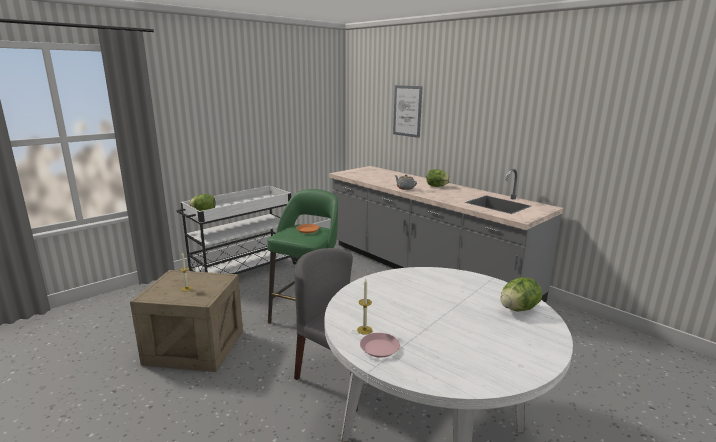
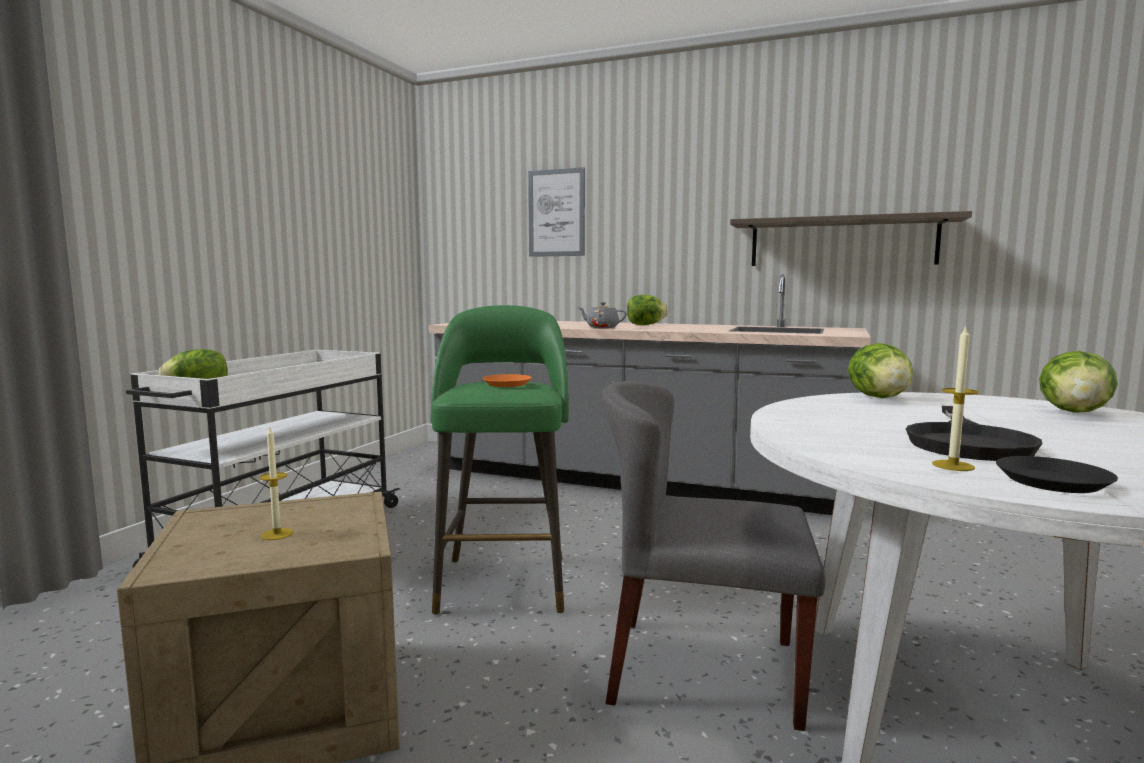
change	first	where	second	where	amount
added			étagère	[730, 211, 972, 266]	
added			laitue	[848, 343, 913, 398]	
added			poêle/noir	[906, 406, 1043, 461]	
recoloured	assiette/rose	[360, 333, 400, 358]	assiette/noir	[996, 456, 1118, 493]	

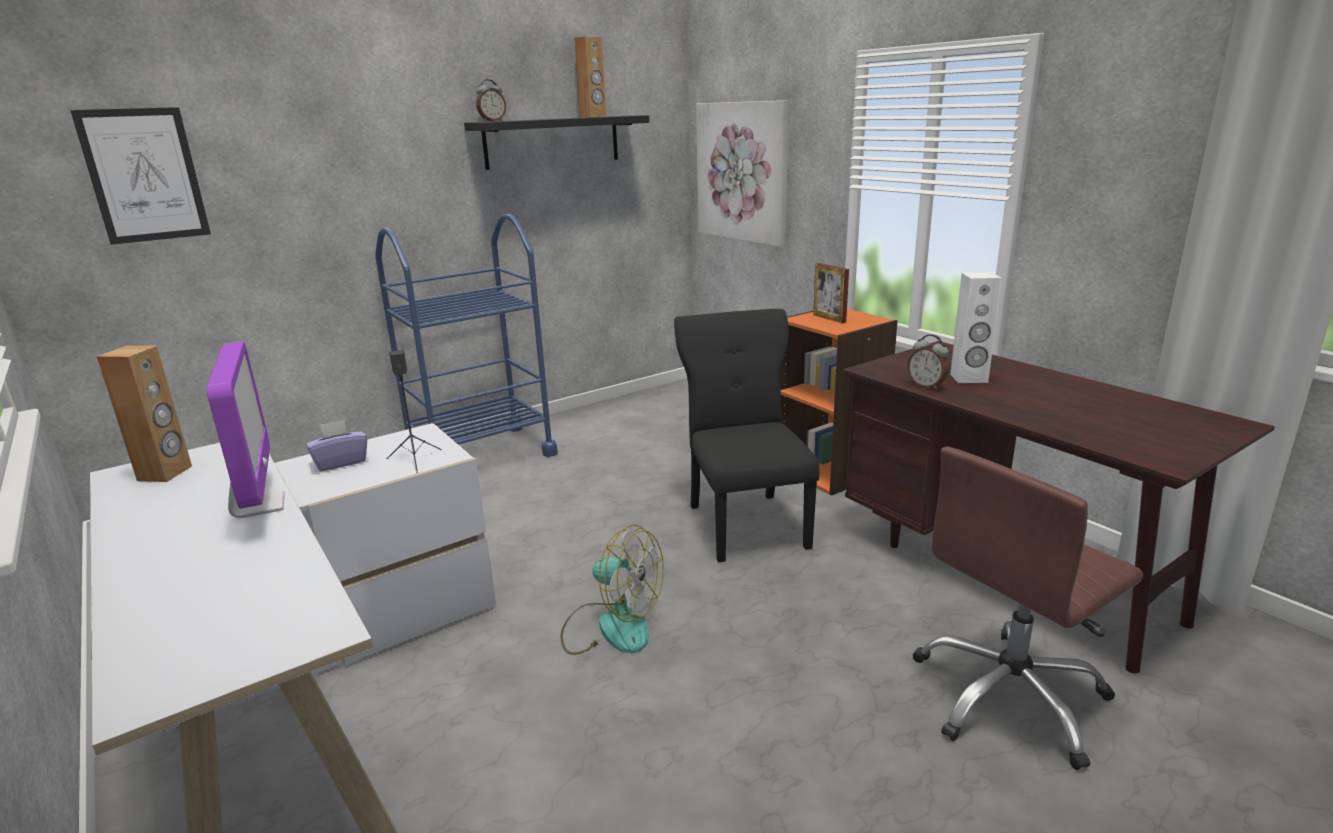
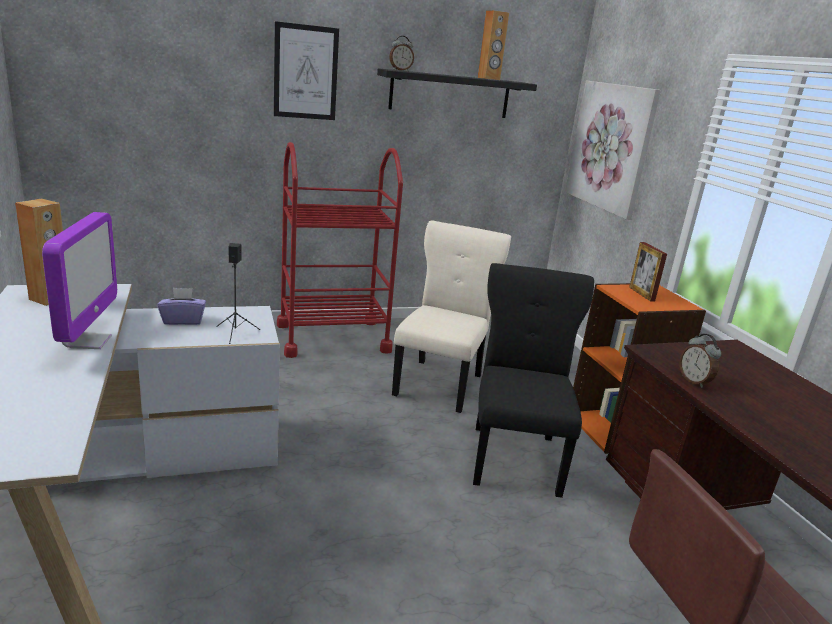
change	first	where	second	where	amount
removed	ventilateur	[561, 525, 664, 655]			
removed	enceinte/blanc	[950, 272, 1002, 383]			
added			chaise/beige	[392, 221, 511, 413]	
moved	tableau	[70, 107, 211, 245]		[274, 21, 339, 120]	
recoloured	chariot/bleu	[375, 214, 558, 457]	chariot/rouge	[277, 142, 403, 358]	

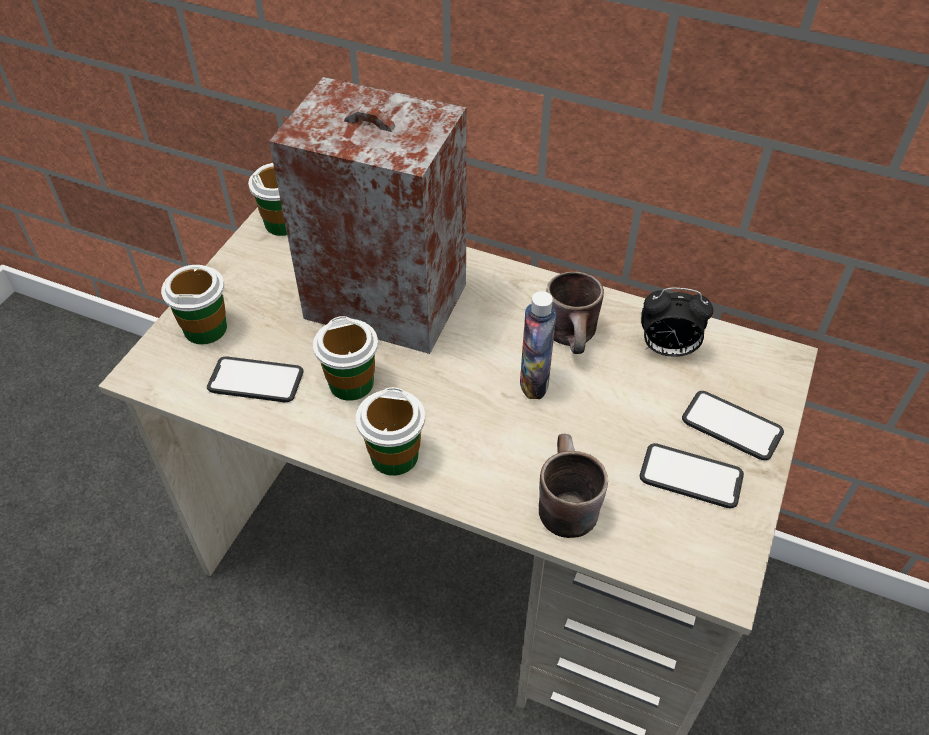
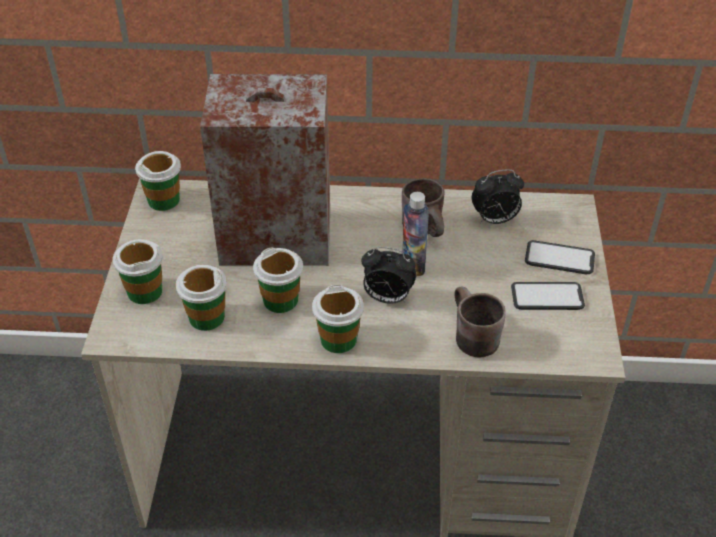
change	first	where	second	where	amount
added			réveil	[361, 247, 416, 304]	
replaced	téléphone	[207, 356, 304, 402]	tasse	[176, 265, 227, 331]	

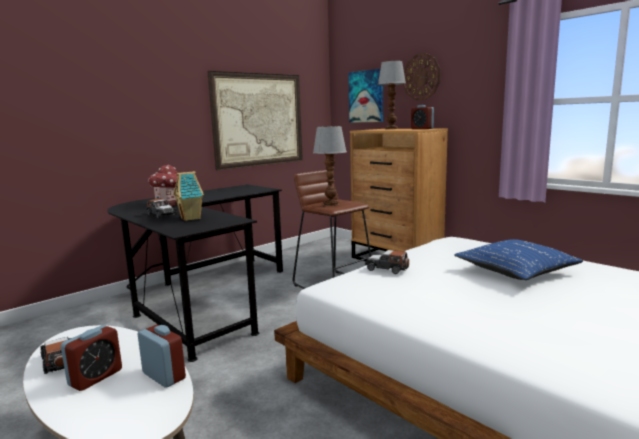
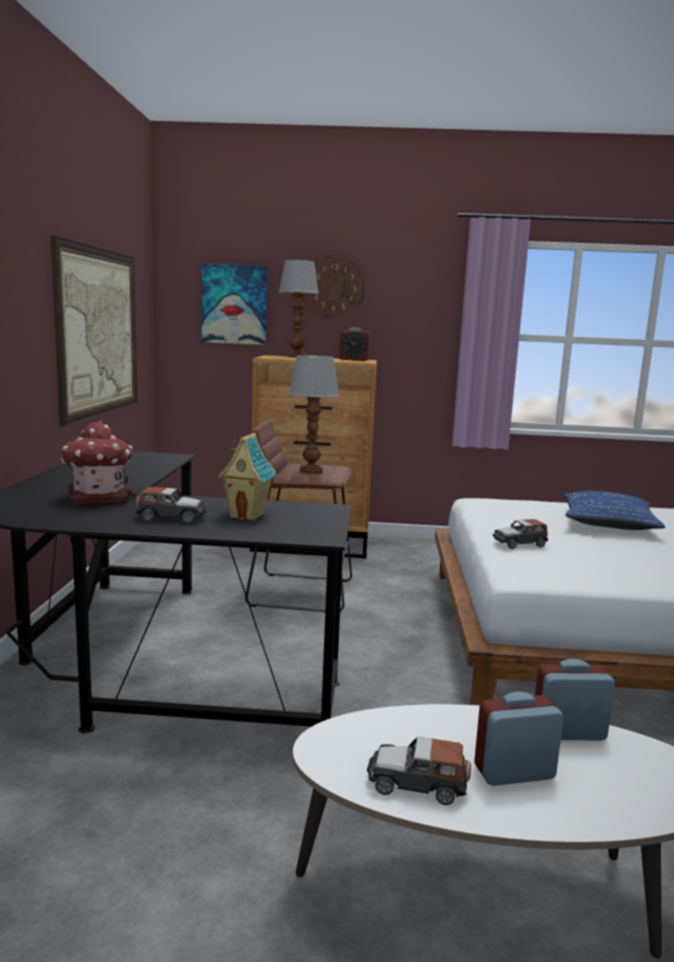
change	first	where	second	where	amount
turned	réveil	[61, 325, 122, 391]		[474, 691, 564, 786]	90 degrees counterclockwise

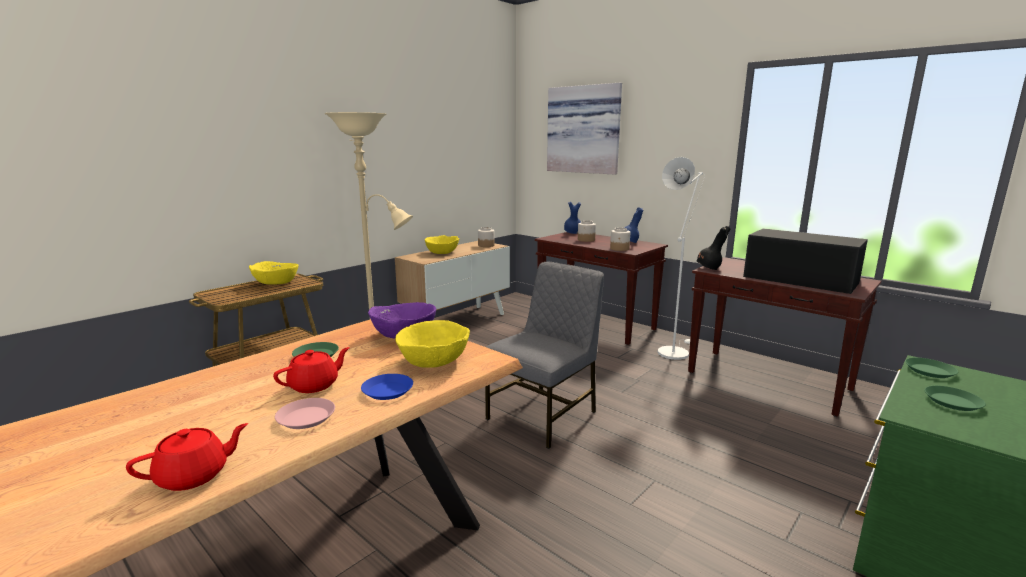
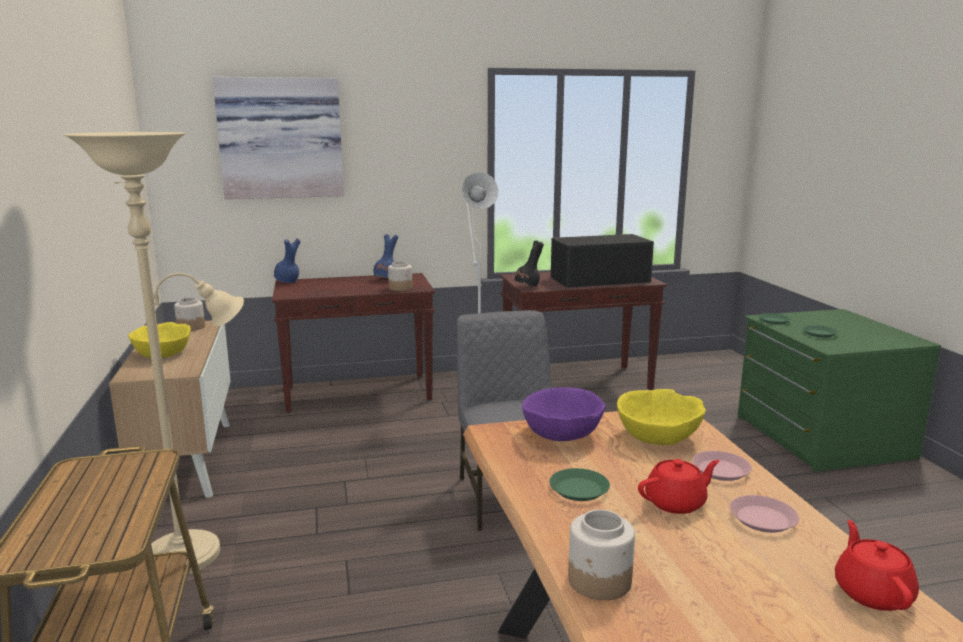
change	first	where	second	where	amount
removed	bol/jaune	[249, 261, 299, 285]			
moved	bocal	[578, 220, 596, 242]		[568, 509, 635, 600]	
recoloured	assiette/bleu	[361, 374, 413, 400]	assiette/rose	[692, 451, 752, 481]	
turned	théière/rouge	[273, 347, 350, 393]		[638, 459, 720, 514]	75 degrees clockwise

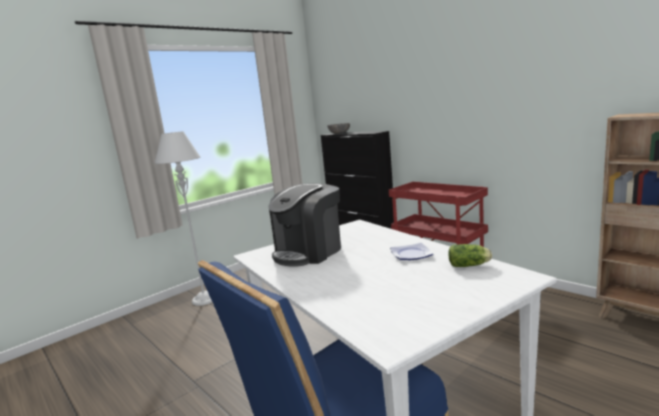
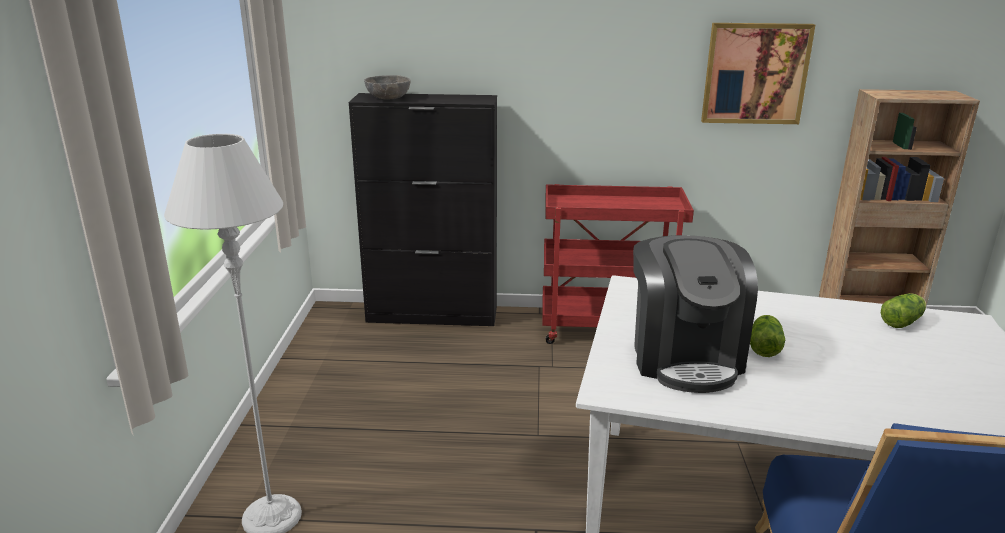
change	first	where	second	where	amount
removed	assiette	[390, 243, 434, 260]			
added			tableau	[701, 23, 815, 124]	
added			laitue	[750, 315, 785, 357]	

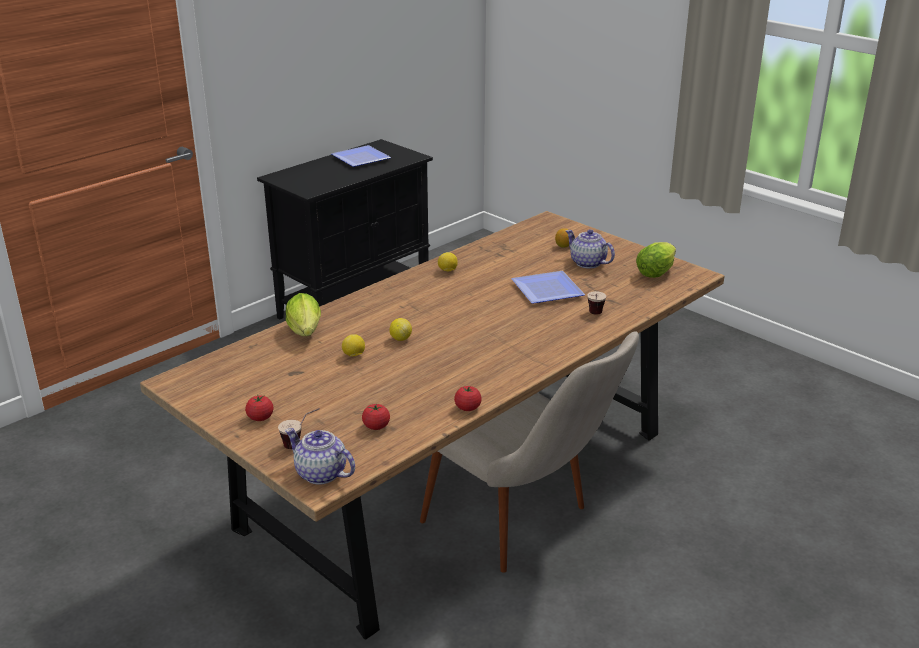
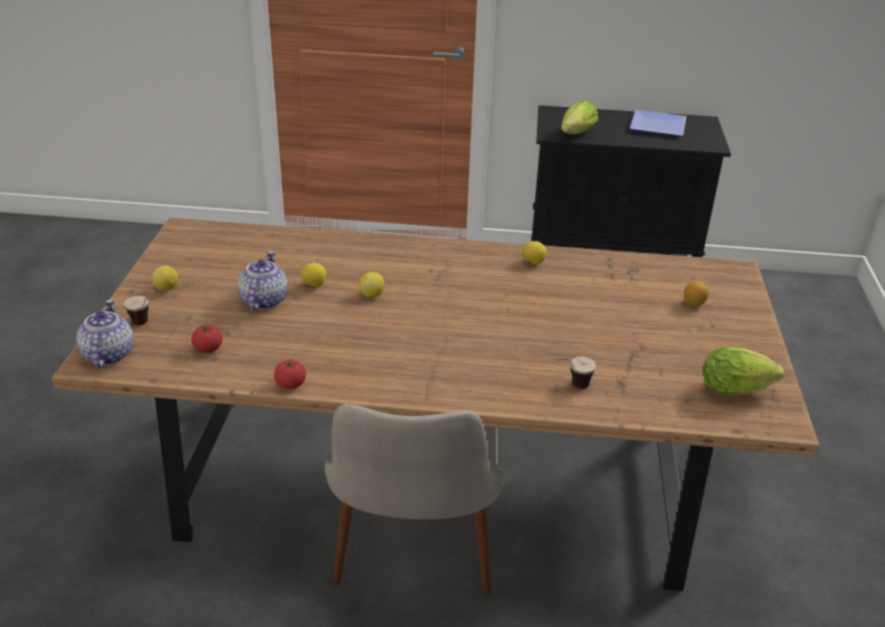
change	first	where	second	where	amount
removed	assiette	[511, 271, 585, 304]			
moved	laitue	[286, 293, 321, 336]		[561, 100, 598, 134]	
moved	théière	[566, 229, 615, 269]		[238, 251, 288, 310]	
replaced	tomate	[245, 395, 274, 421]	citron	[152, 265, 178, 291]	

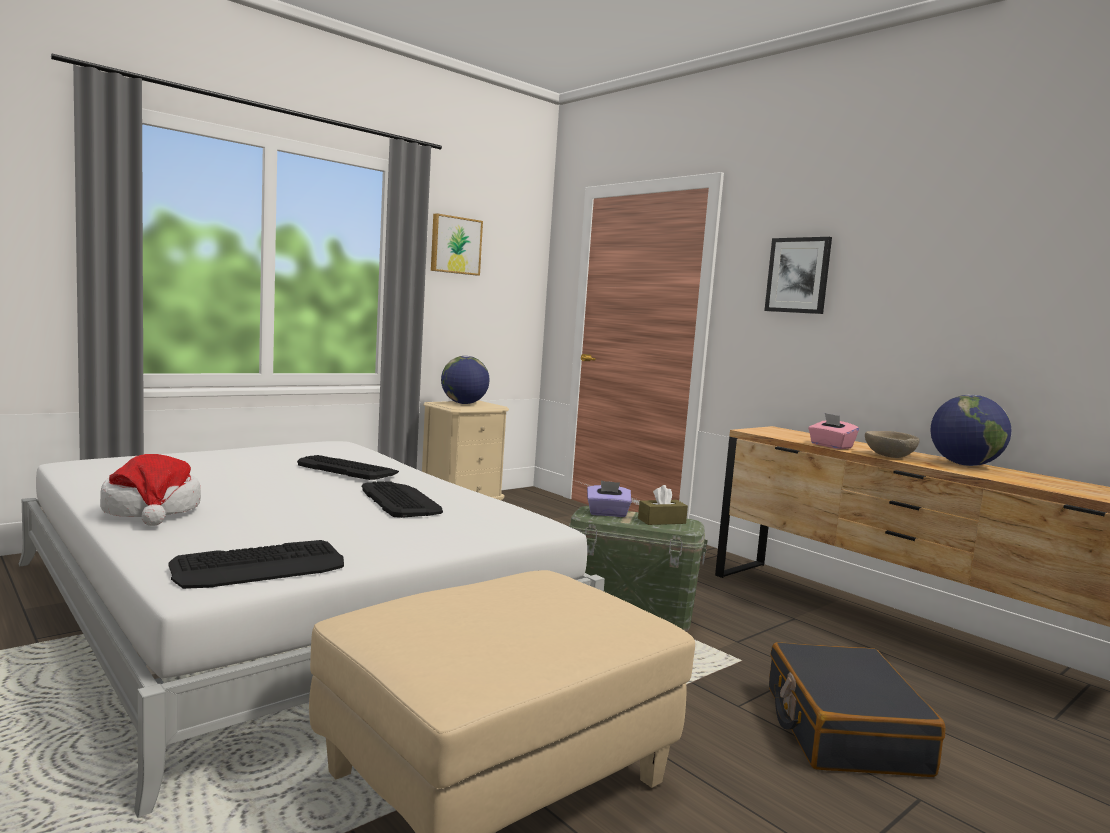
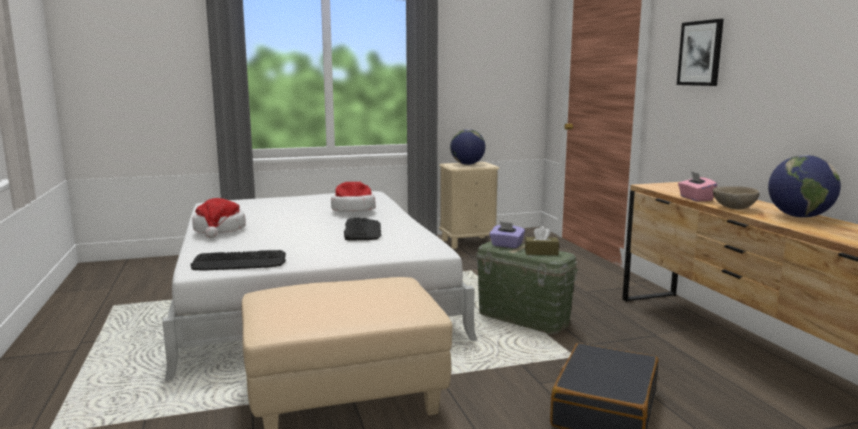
change	first	where	second	where	amount
removed	tableau	[431, 213, 483, 276]			
replaced	clavier	[297, 455, 399, 480]	chapeau	[331, 181, 376, 212]	

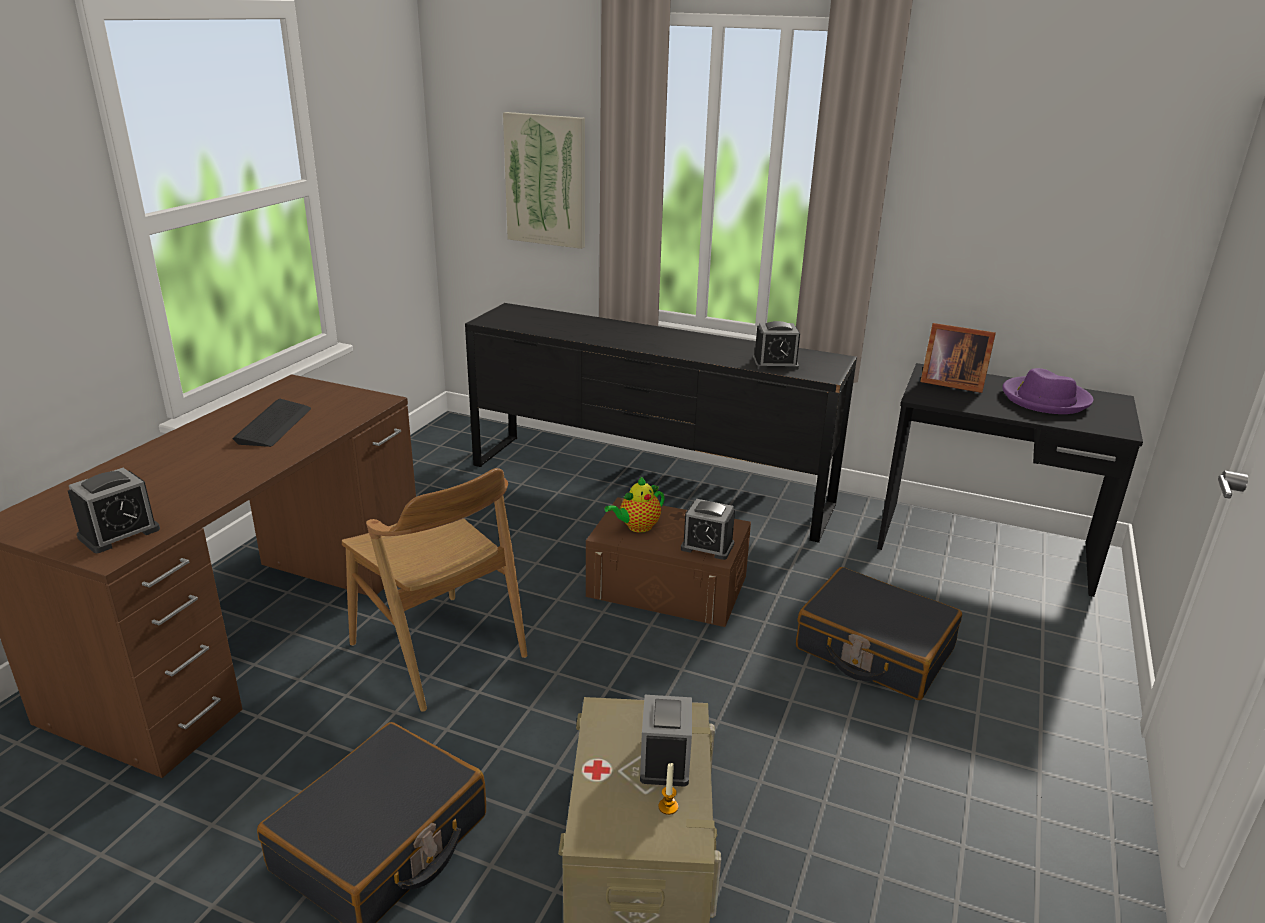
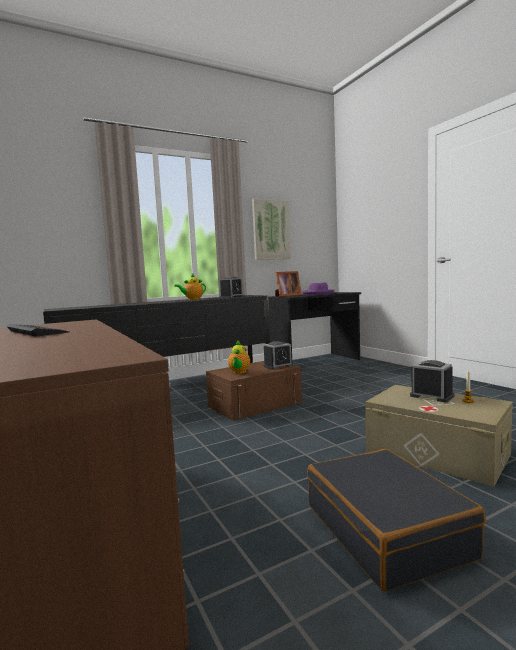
change	first	where	second	where	amount
removed	réveil	[68, 468, 160, 553]			
removed	chaise/marron	[342, 468, 527, 712]			
removed	valise/noir	[796, 567, 962, 700]			
added			théière	[174, 273, 206, 300]	
moved	tableau	[503, 112, 585, 249]		[252, 199, 291, 260]	

